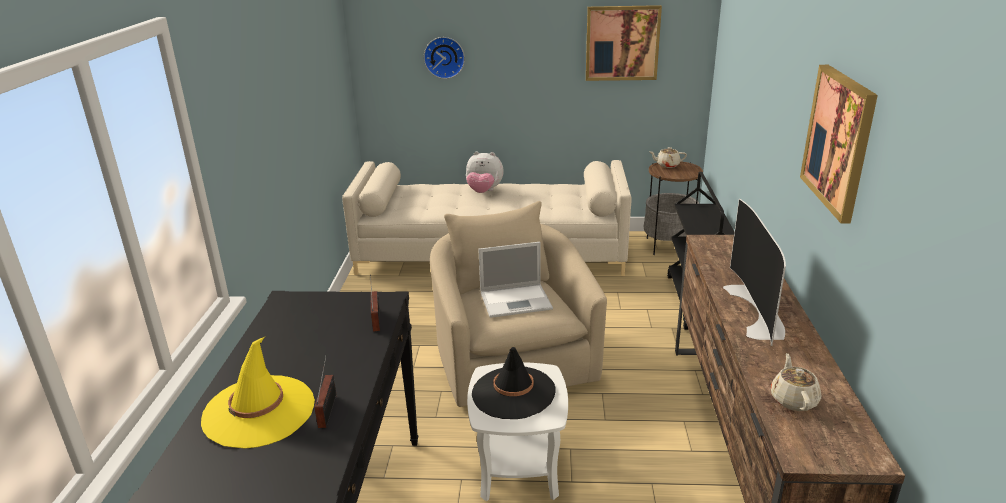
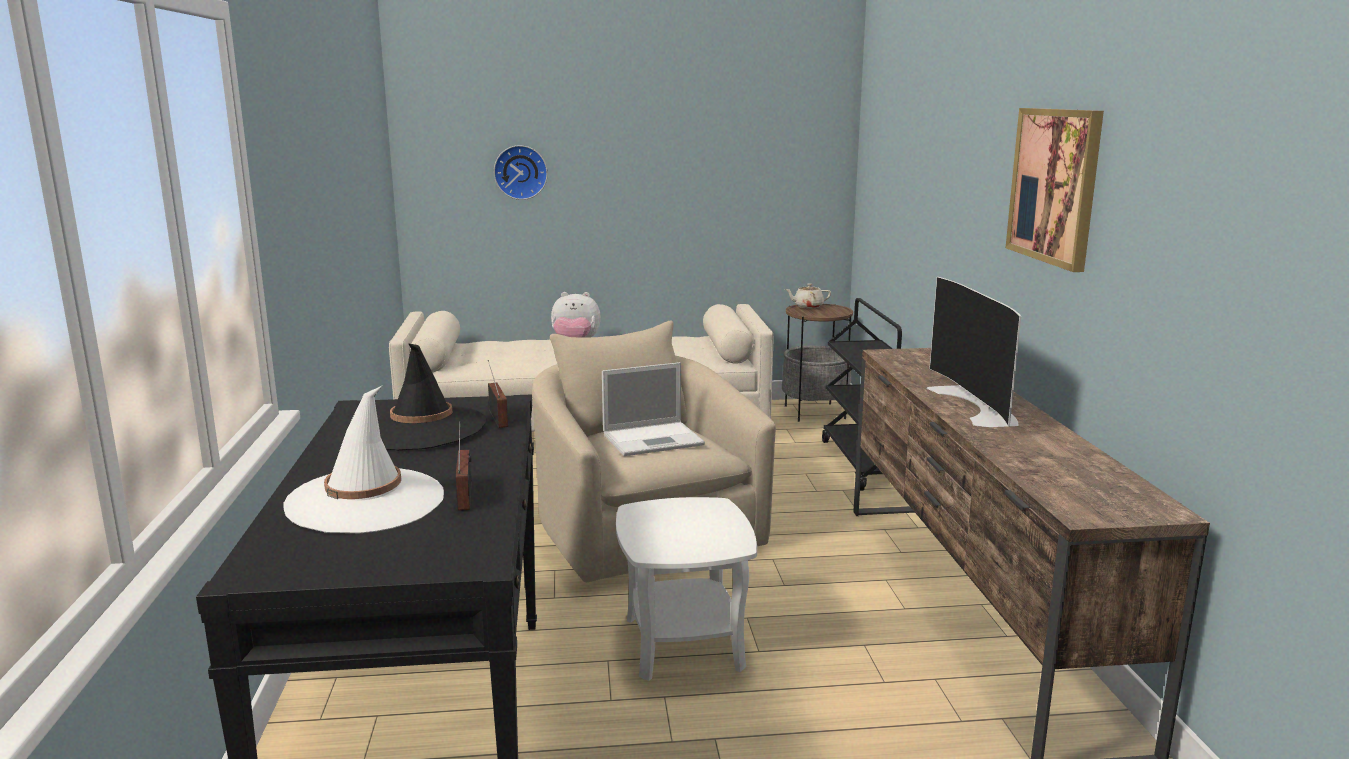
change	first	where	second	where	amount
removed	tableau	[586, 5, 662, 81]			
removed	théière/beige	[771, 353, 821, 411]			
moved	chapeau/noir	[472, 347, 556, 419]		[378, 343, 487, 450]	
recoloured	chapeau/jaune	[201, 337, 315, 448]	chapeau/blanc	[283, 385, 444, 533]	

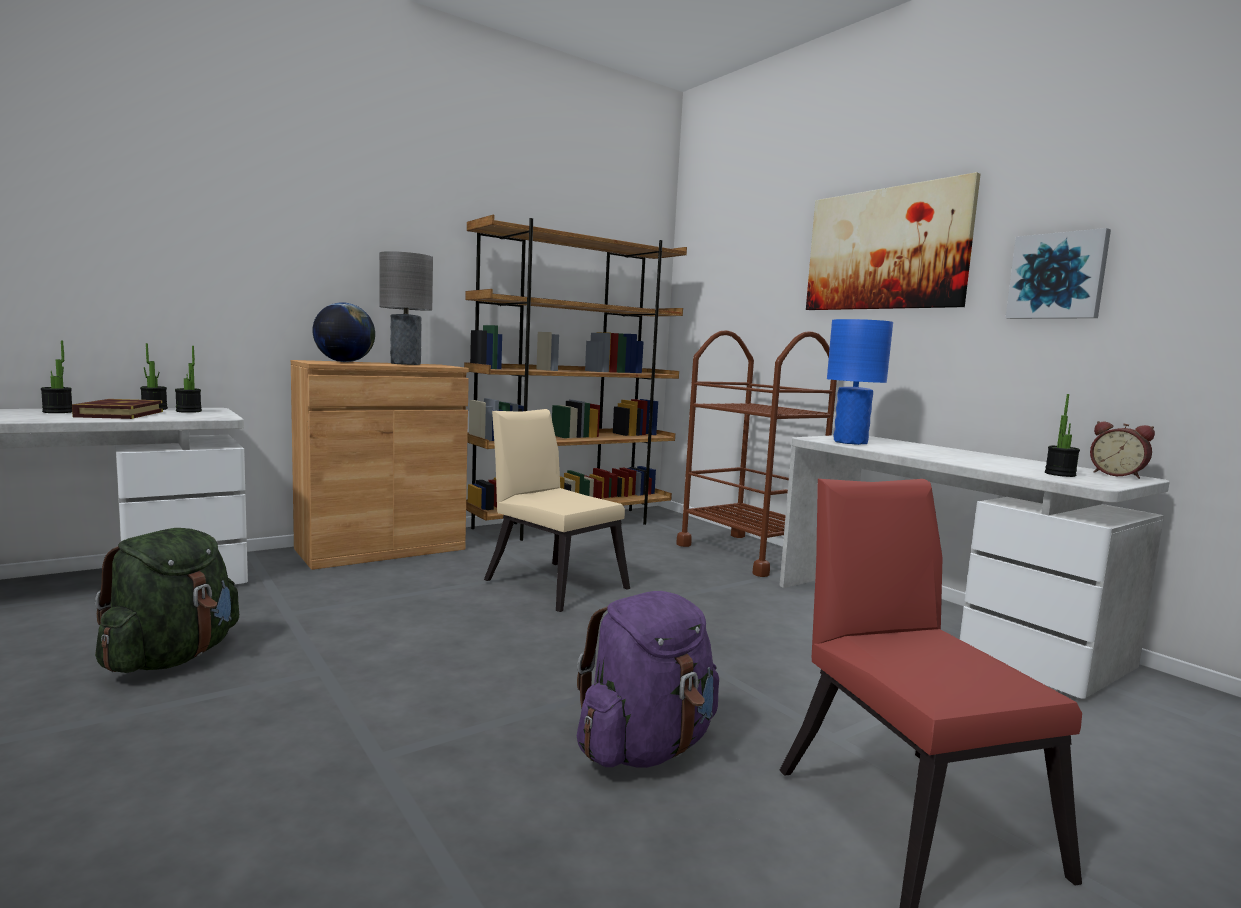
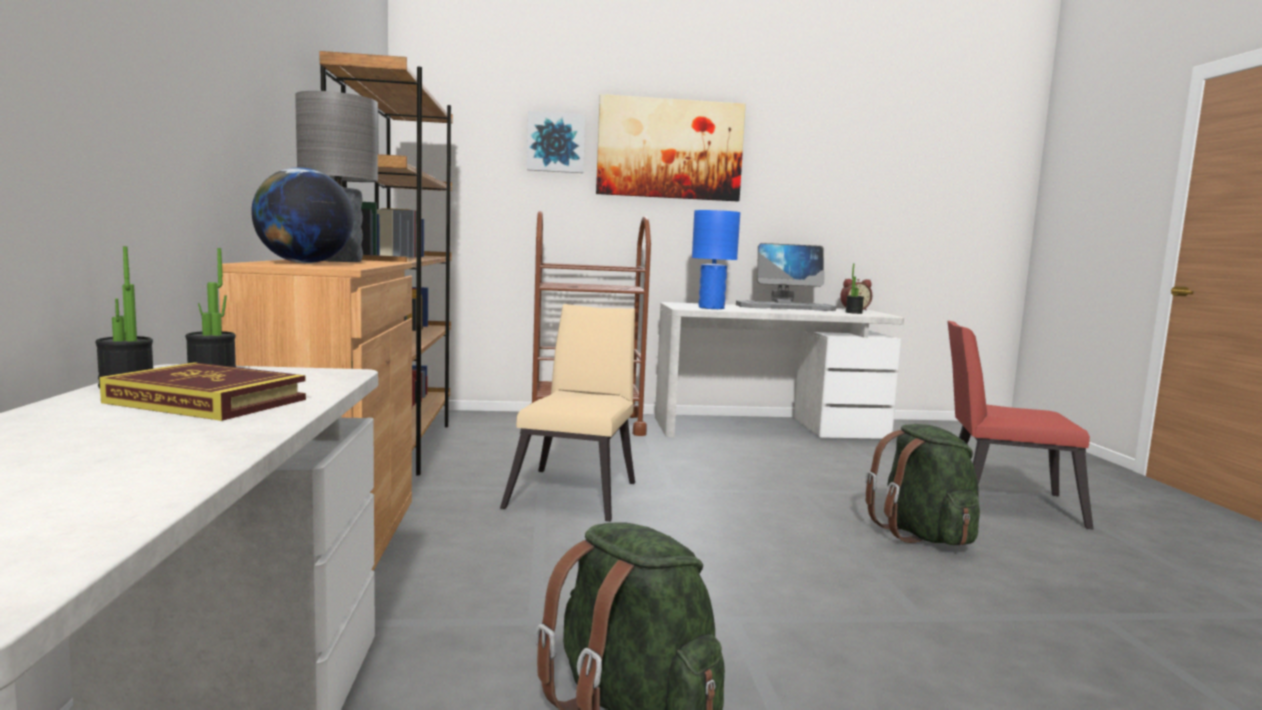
change	first	where	second	where	amount
removed	plante en pot	[41, 340, 72, 413]			
added			écran d'ordinateur	[736, 243, 836, 311]	
moved	tableau	[1005, 228, 1111, 319]		[527, 111, 585, 173]	
recoloured	sac à dos/violet	[577, 591, 719, 768]	sac à dos/vert	[866, 424, 980, 546]	
turned	chaise/beige	[484, 409, 630, 612]		[500, 304, 635, 522]	120 degrees clockwise

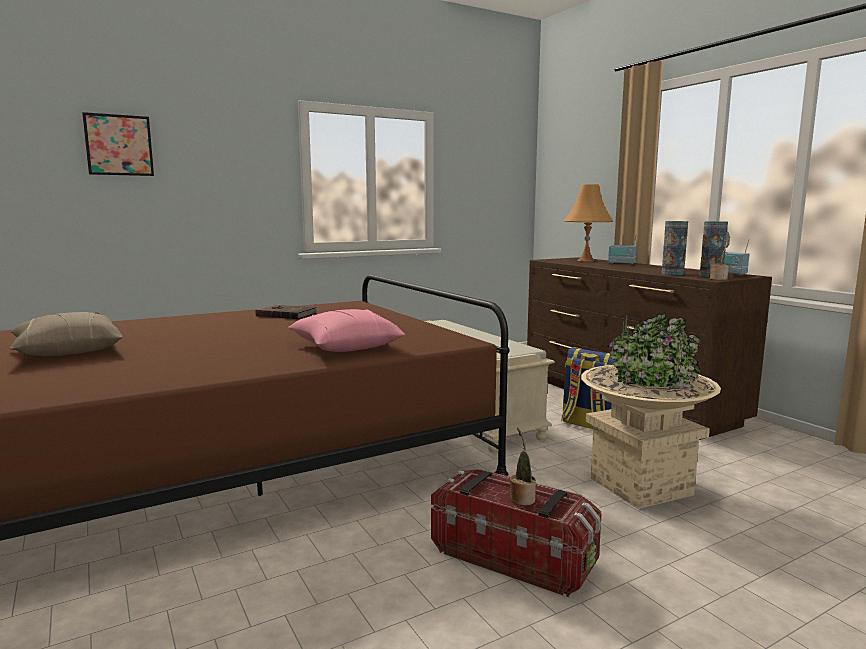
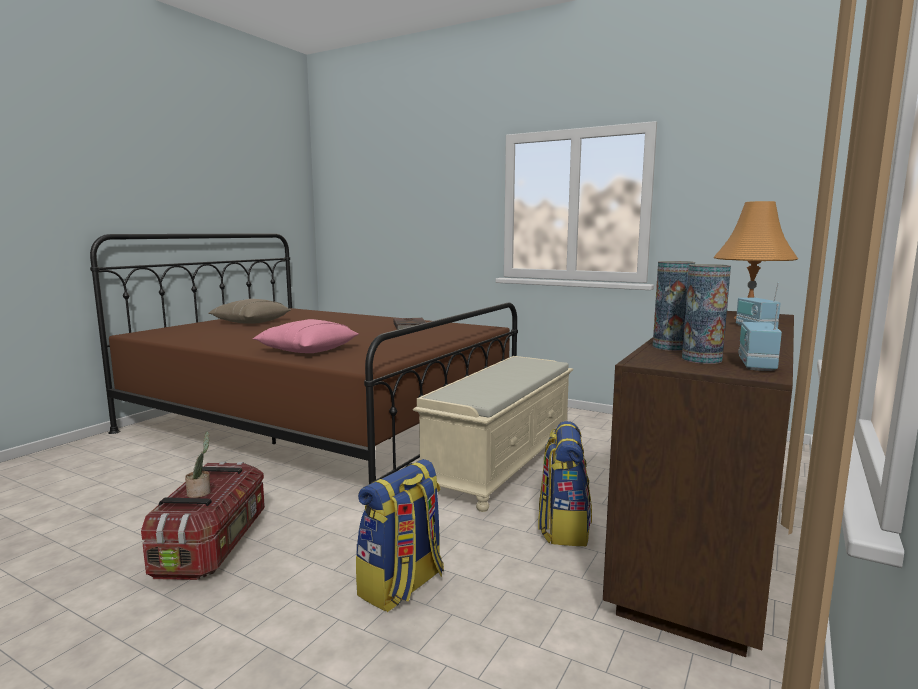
change	first	where	second	where	amount
removed	tableau	[82, 112, 154, 176]			
removed	plante en pot	[709, 232, 730, 280]			
replaced	cache-pot/beige	[581, 313, 721, 509]	sac à dos	[356, 459, 444, 612]	

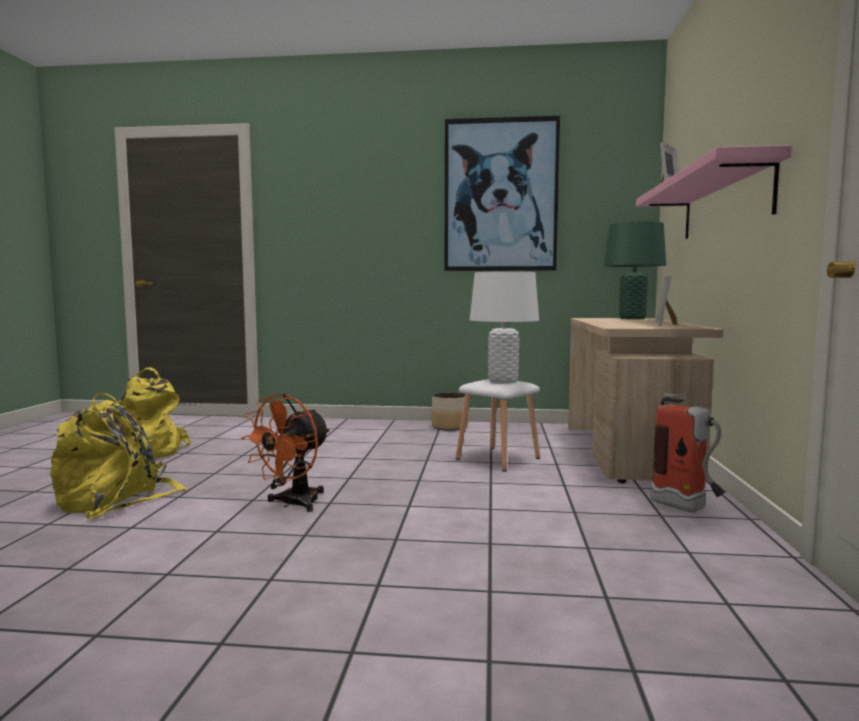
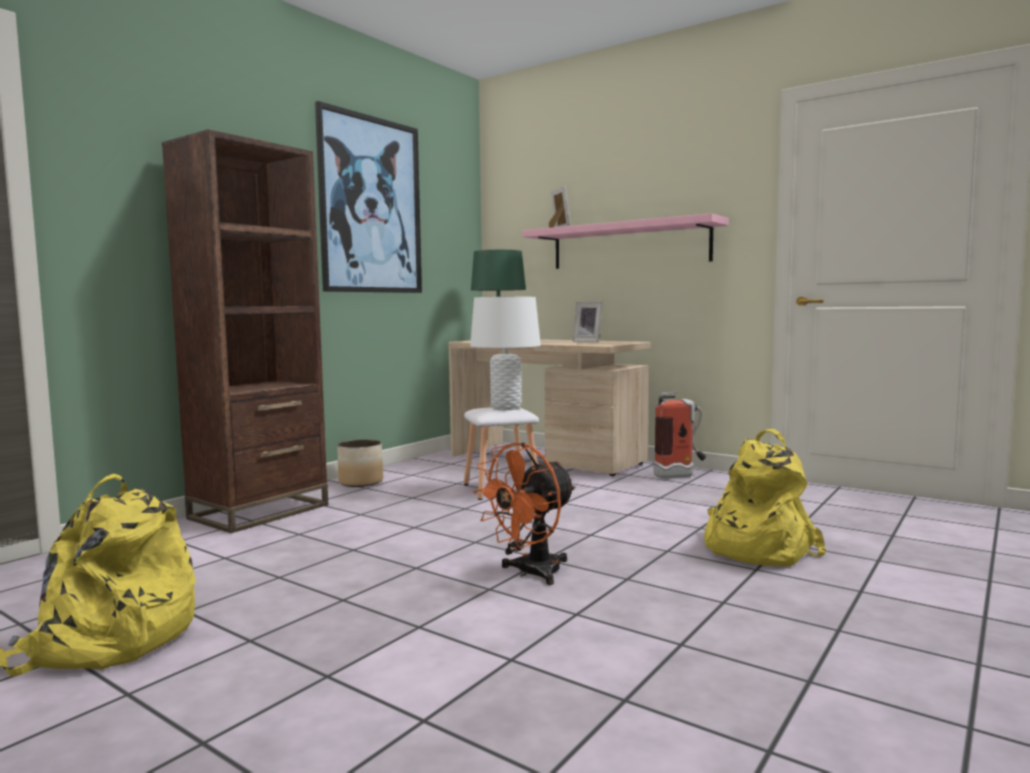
change	first	where	second	where	amount
added			bibliothèque/marron	[162, 129, 328, 533]	
moved	sac à dos/jaune	[50, 393, 188, 519]		[704, 429, 826, 566]	
turned	ventilateur/orange	[241, 394, 330, 512]		[473, 443, 576, 585]	75 degrees clockwise

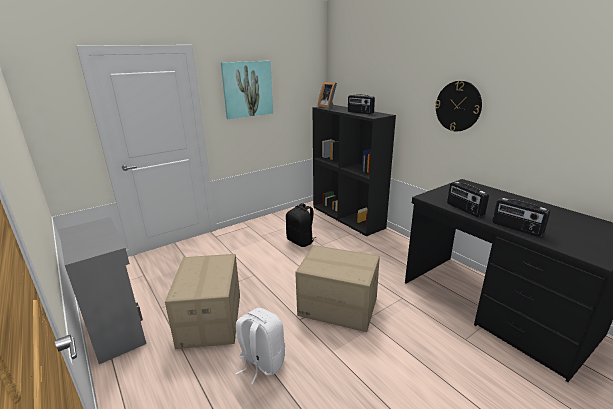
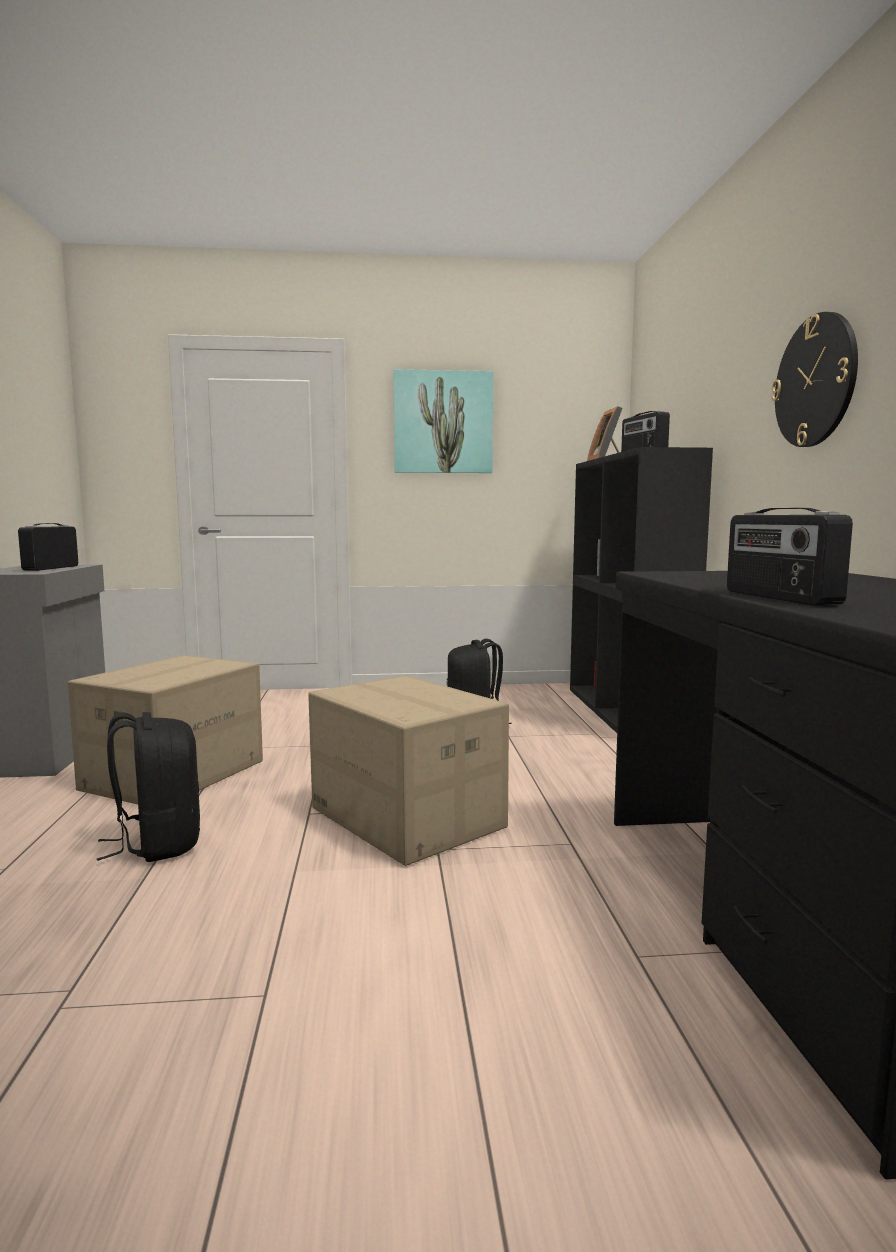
change	first	where	second	where	amount
moved	radio	[447, 182, 489, 217]		[18, 523, 78, 571]	
recoloured	sac à dos/blanc	[236, 308, 285, 385]	sac à dos/noir	[97, 712, 200, 862]	

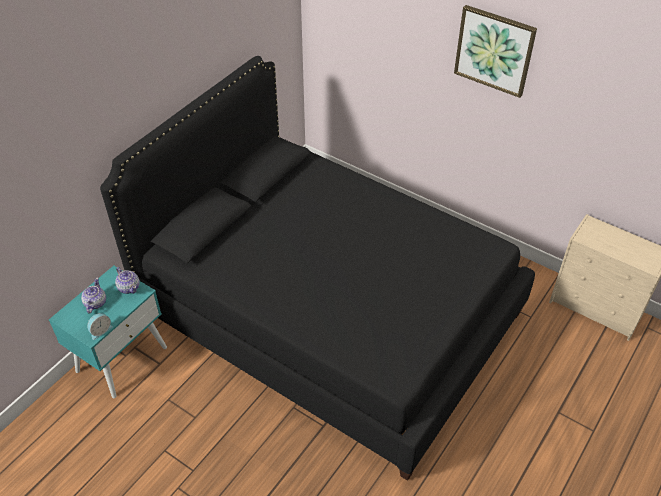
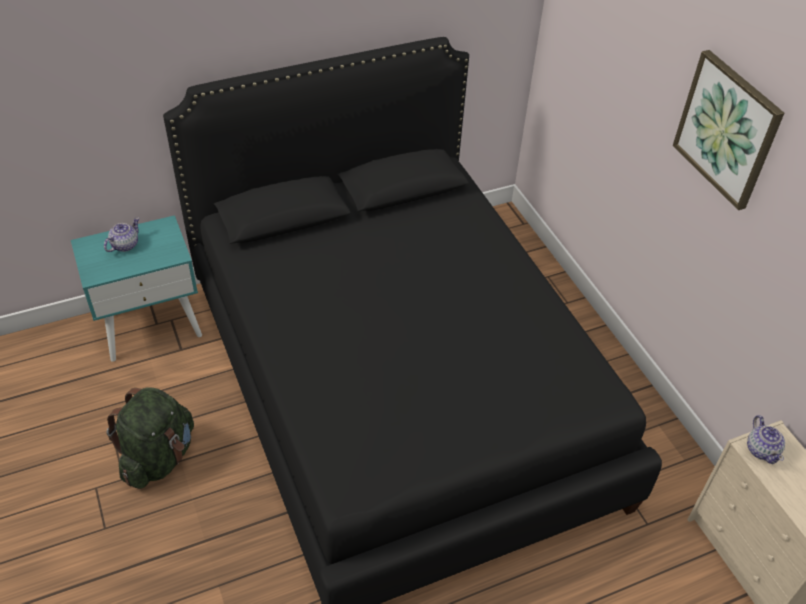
change	first	where	second	where	amount
removed	réveil	[87, 313, 113, 340]			
added			sac à dos/vert	[106, 388, 194, 489]	
moved	théière	[115, 267, 140, 294]		[747, 415, 785, 464]	

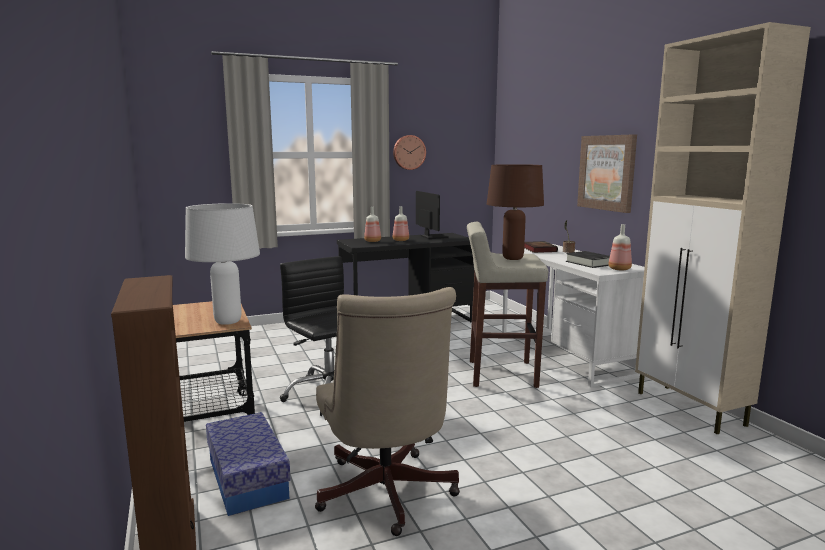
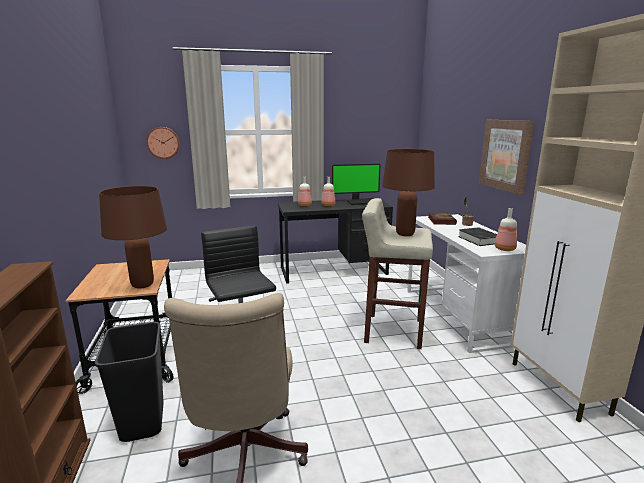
change	first	where	second	where	amount
moved	horloge murale	[393, 135, 426, 170]		[146, 127, 180, 159]	
replaced	boîte de rangement	[206, 412, 291, 516]	poubelle/noir	[95, 322, 164, 442]	
recoloured	lampe de table/blanc	[185, 203, 260, 325]	lampe de table/marron	[99, 186, 167, 288]	
turned	écran d'ordinateur	[416, 191, 449, 239]		[332, 164, 380, 205]	90 degrees clockwise

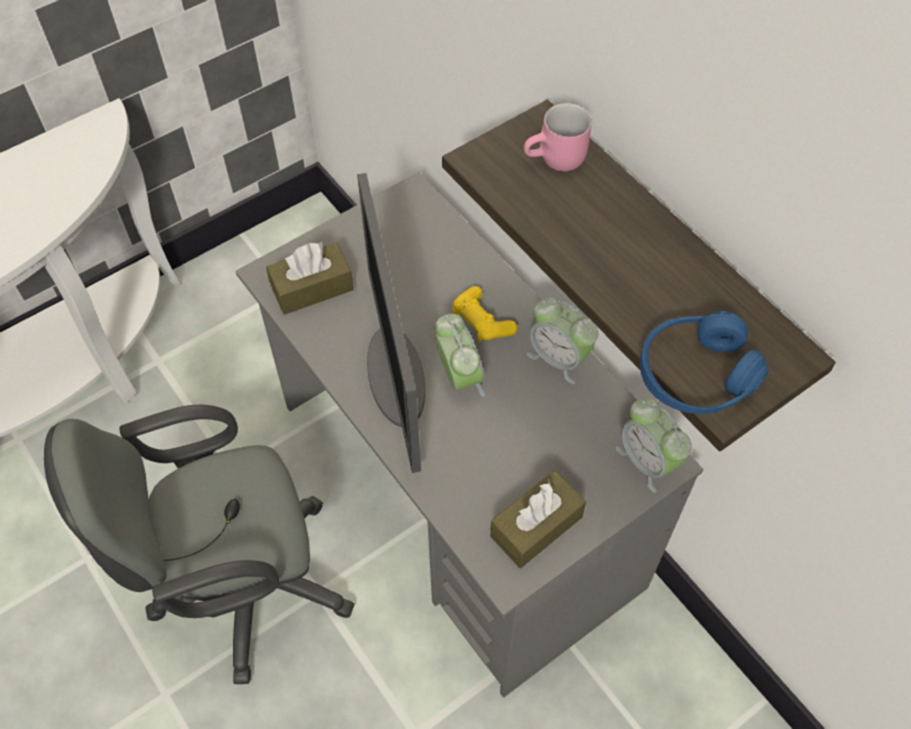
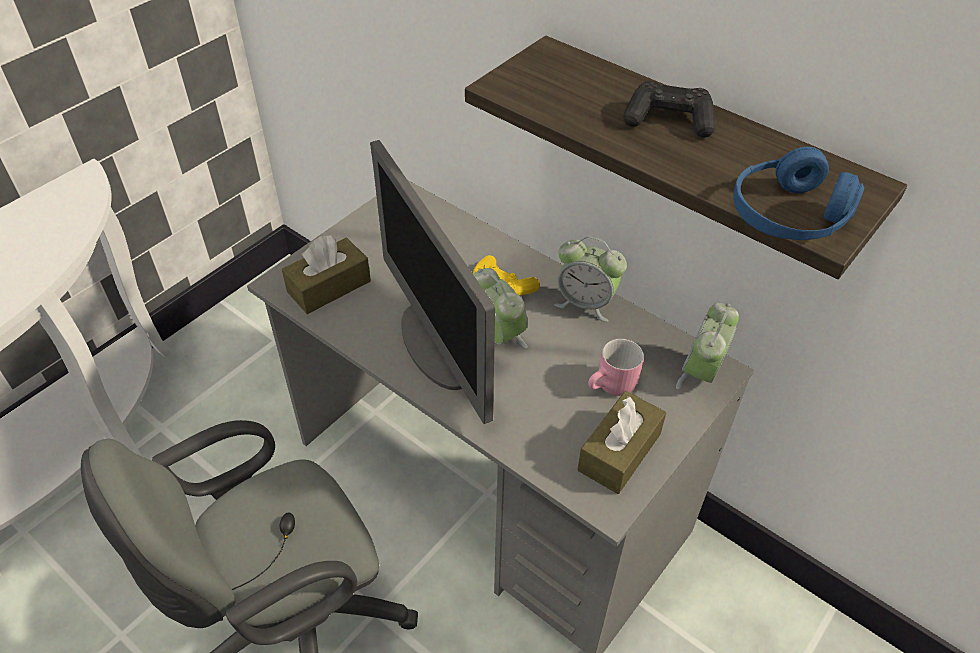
change	first	where	second	where	amount
added			manette/noir	[623, 81, 715, 138]	
moved	mug/rose	[524, 103, 592, 171]		[588, 338, 644, 396]	
turned	réveil	[616, 398, 692, 493]		[676, 303, 739, 389]	75 degrees clockwise

